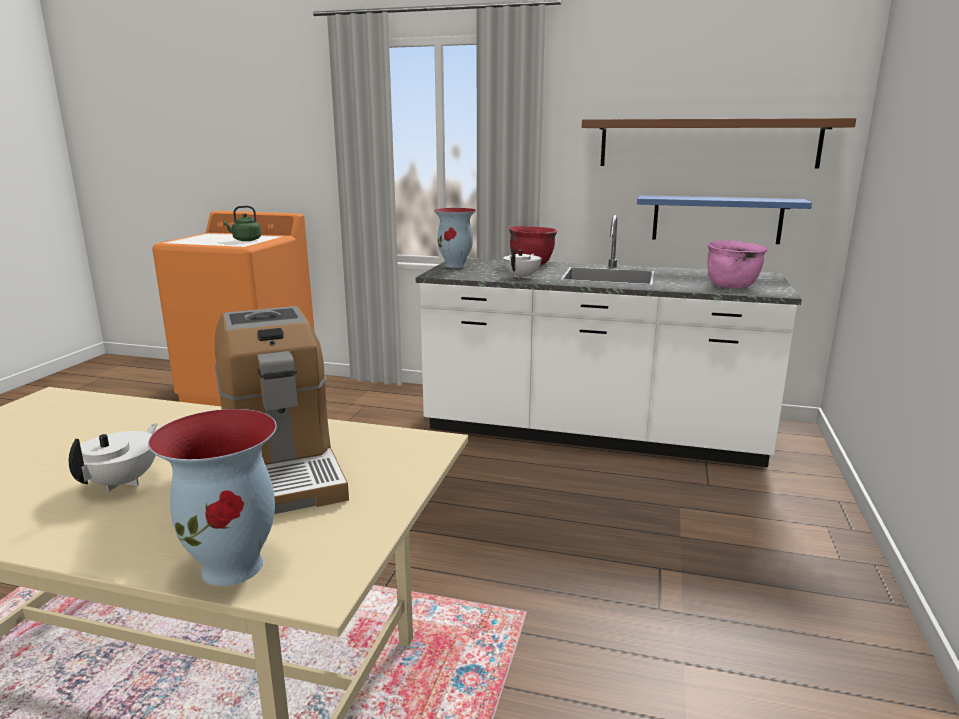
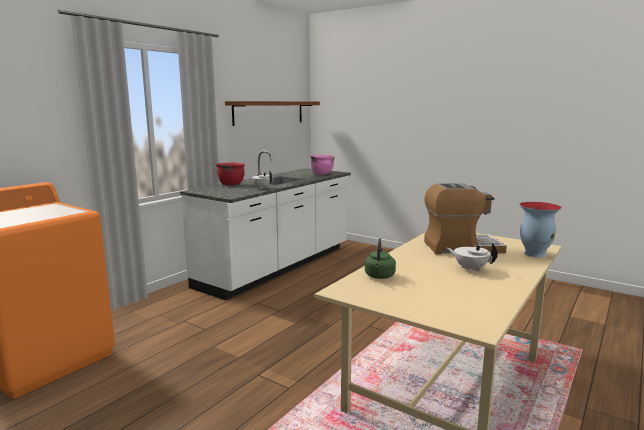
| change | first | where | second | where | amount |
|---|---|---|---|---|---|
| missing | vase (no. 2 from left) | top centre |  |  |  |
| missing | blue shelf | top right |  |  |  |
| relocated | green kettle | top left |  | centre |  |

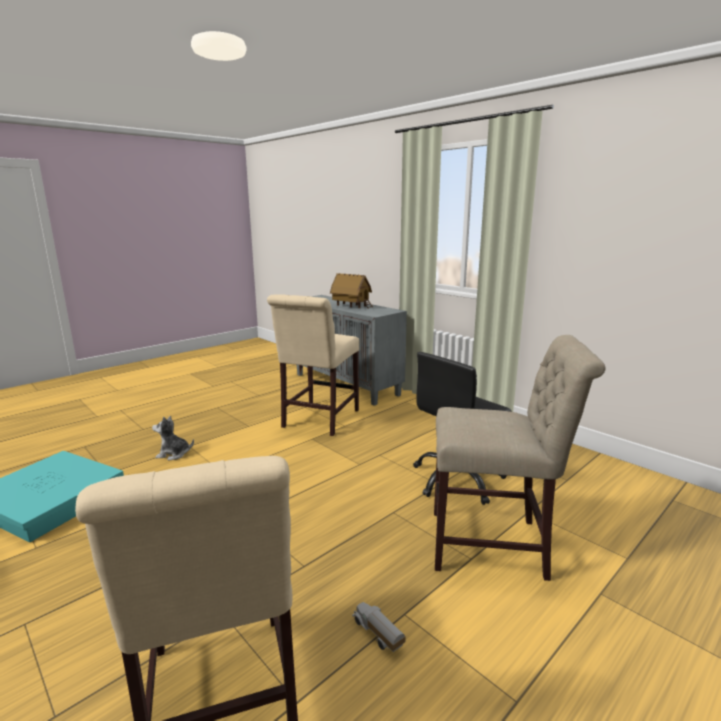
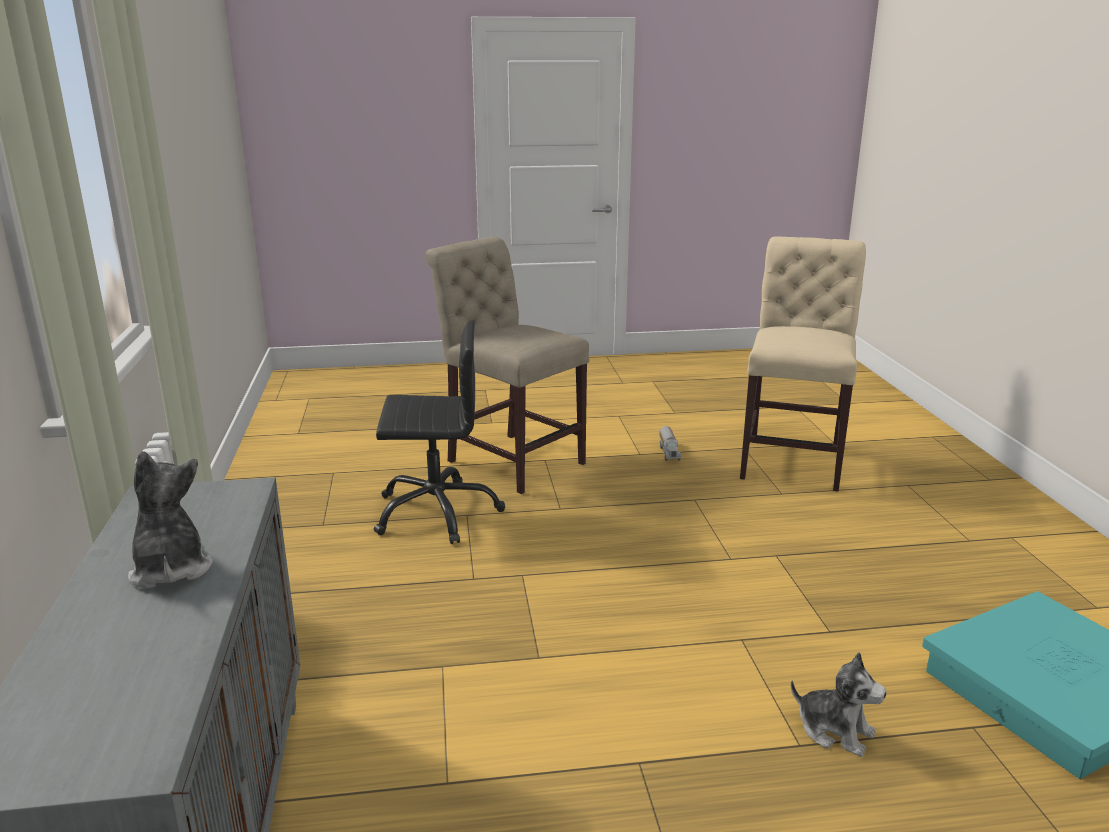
| change | first | where | second | where | amount |
|---|---|---|---|---|---|
| missing | beige chair (no. 2 from left) | centre |  |  |  |
| exchanged | toy house | centre | plush toy (no. 1 from left) | middle left |  |

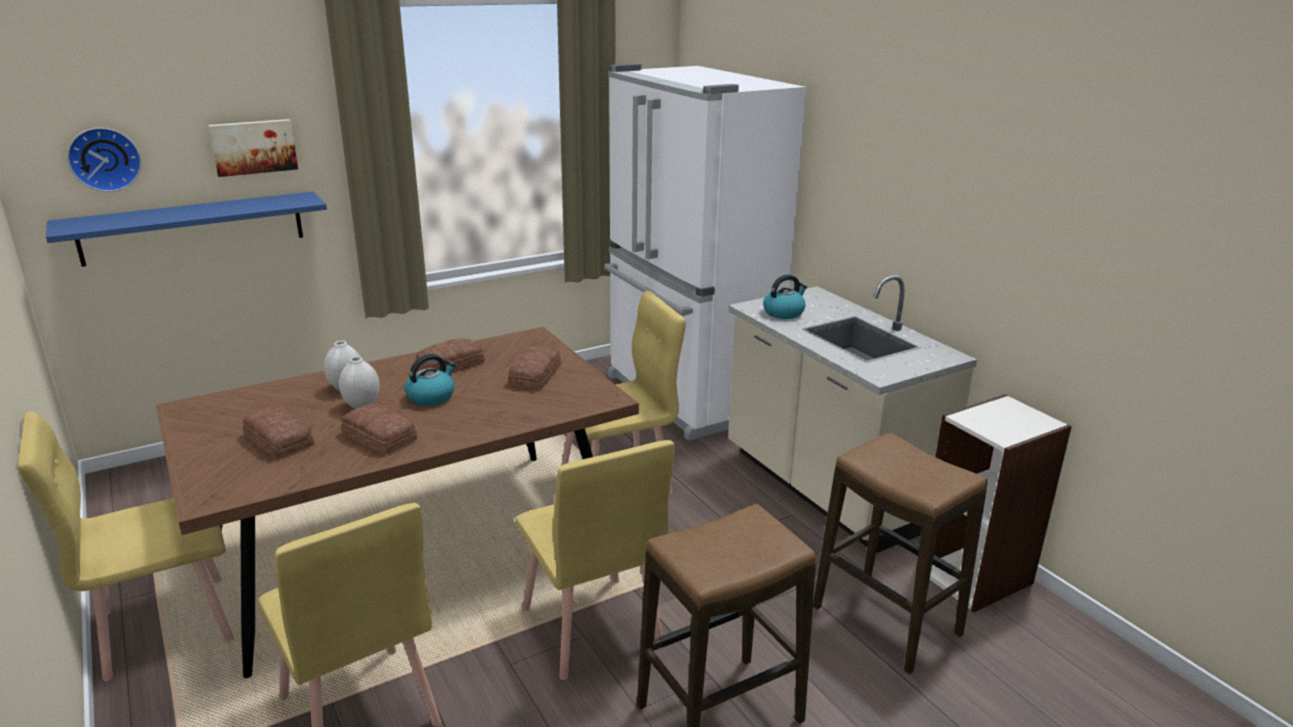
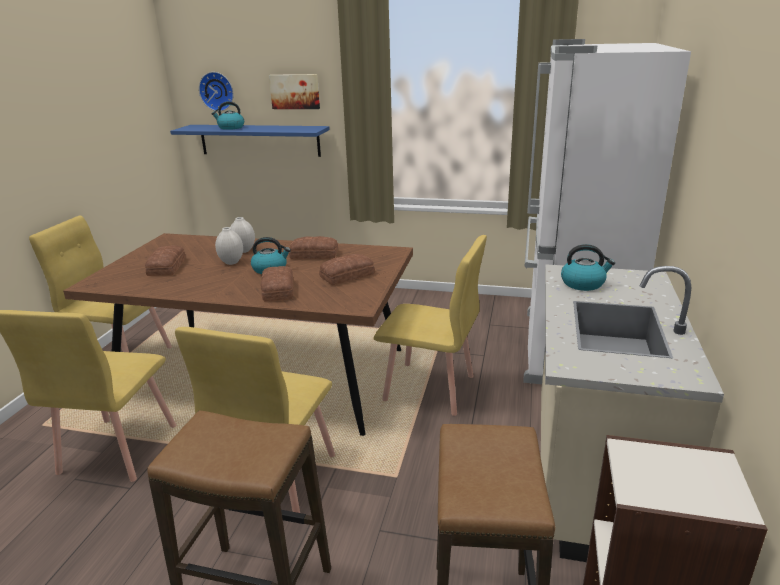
| change | first | where | second | where | amount |
|---|---|---|---|---|---|
| appeared |  |  | kettle (no. 1 from left) | top left |  |
| relocated | bread (no. 2 from left) | middle left |  | centre |  |

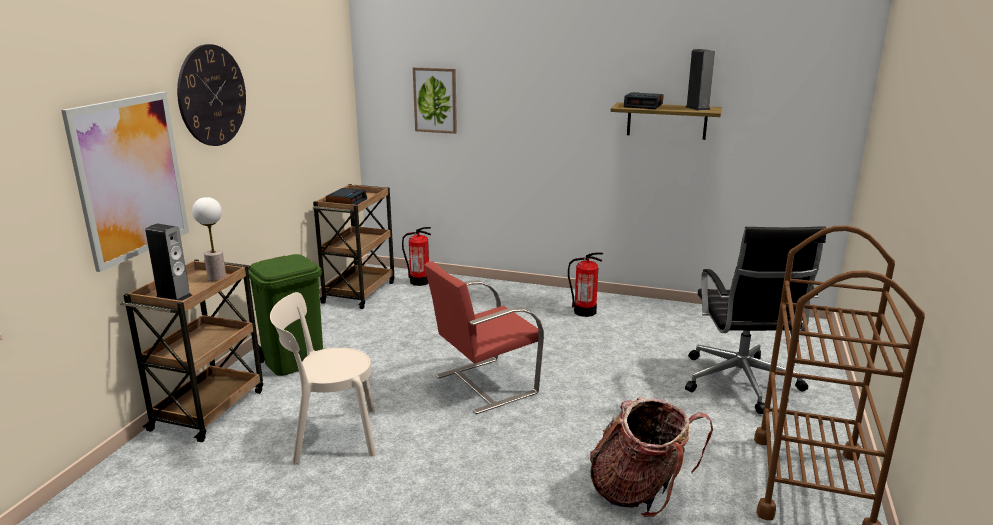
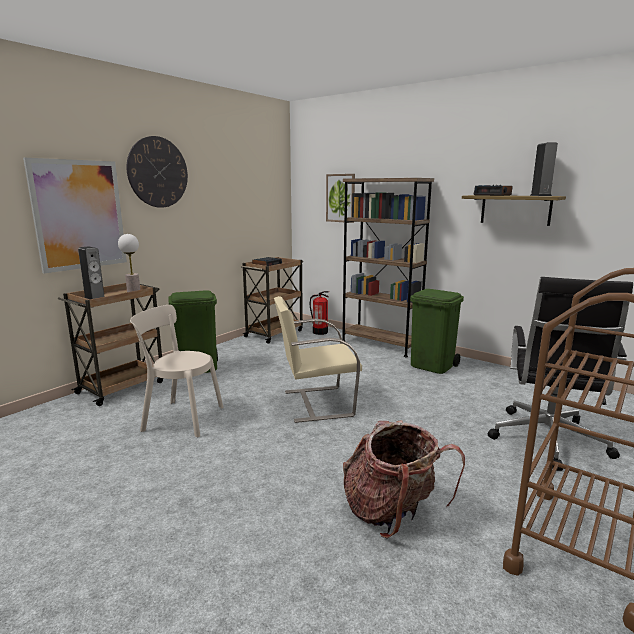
| change | first | where | second | where | amount |
|---|---|---|---|---|---|
| appeared |  |  | brown bookcase | centre |  |
| exchanged | fire extinguisher (no. 2 from left) | centre | green trash can (no. 2 from left) | middle right |  |
| colour | red chair | centre | beige chair (no. 2 from left) | centre |  |

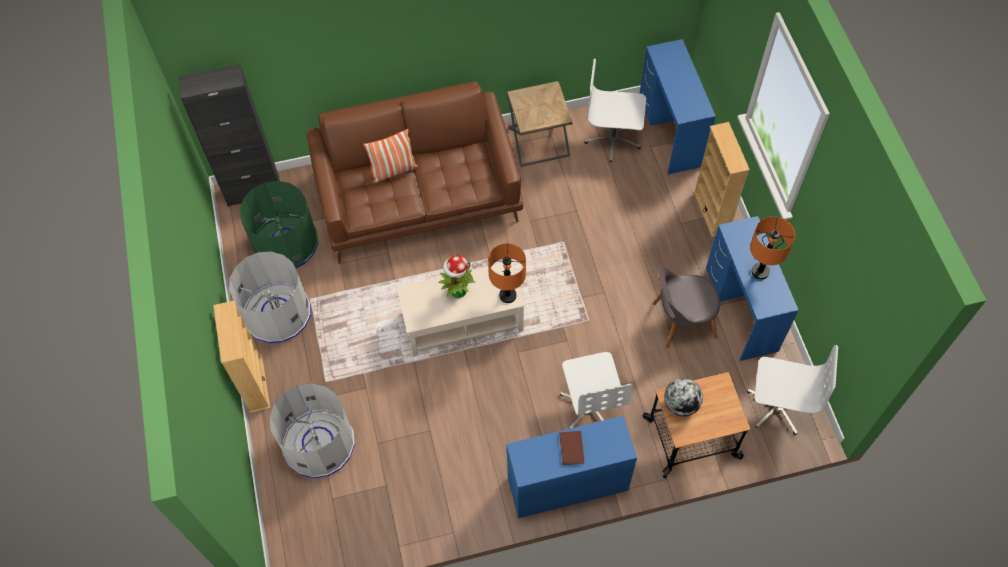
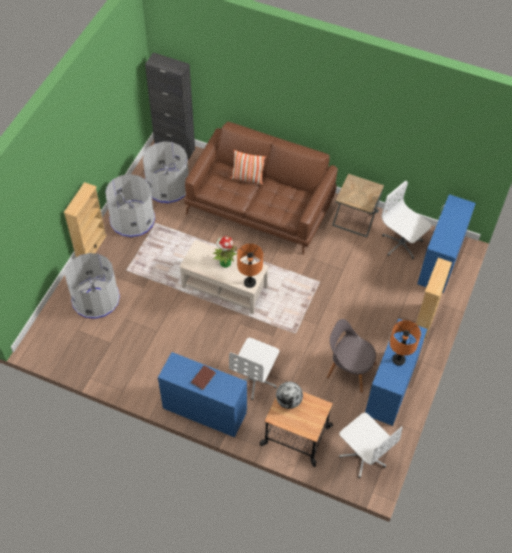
| change | first | where | second | where | amount |
|---|---|---|---|---|---|
| colour | green trash can | middle left | grey trash can (no. 3 from left) | top left |  |

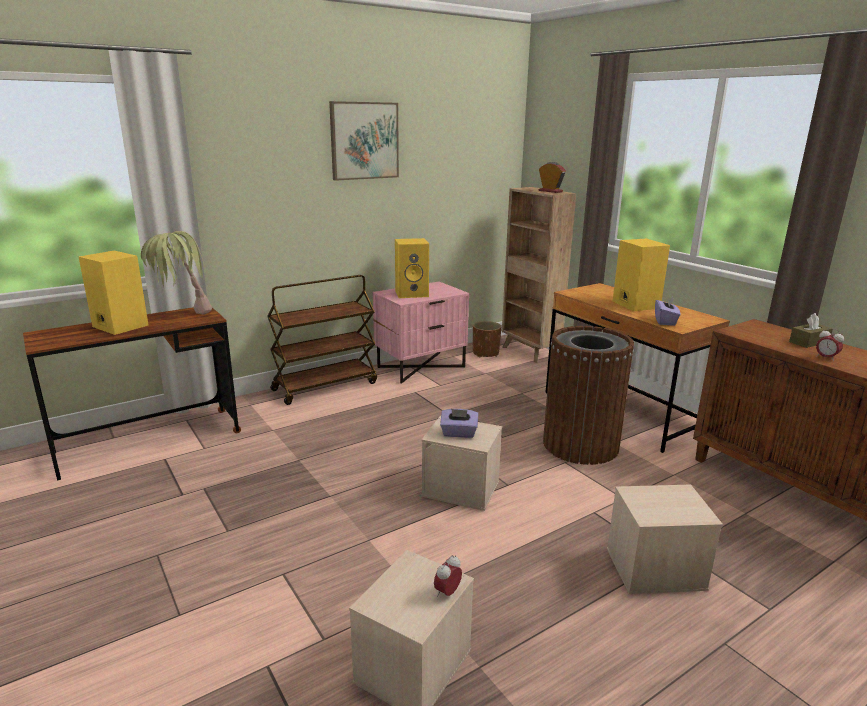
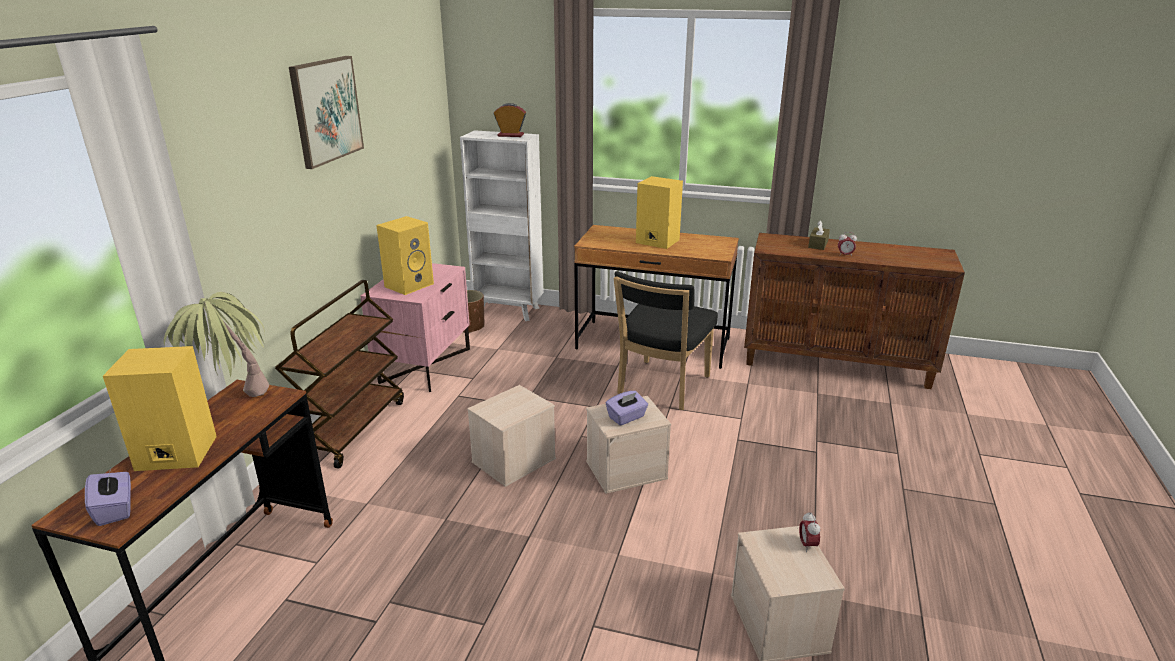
| change | first | where | second | where | amount |
|---|---|---|---|---|---|
| relocated | beige storage box (no. 3 from left in the first image) | bottom right | beige storage box (no. 1 from left) | centre |  |
| relocated | purple tissue box (no. 2 from left in the first image) | middle right | purple tissue box (no. 1 from left) | bottom left |  |
| exchanged | brown trash can | middle right | black chair | centre |  |
| colour | brown bookcase | centre | white bookcase | centre |  |

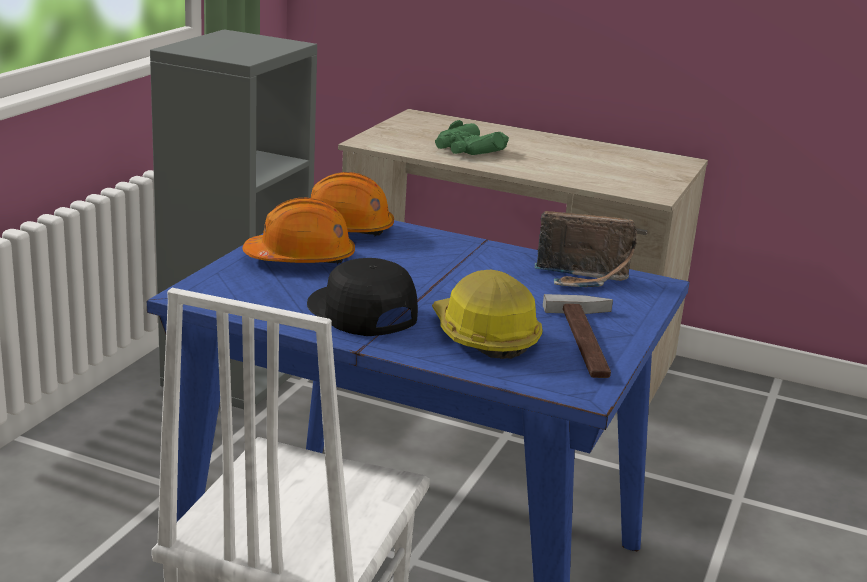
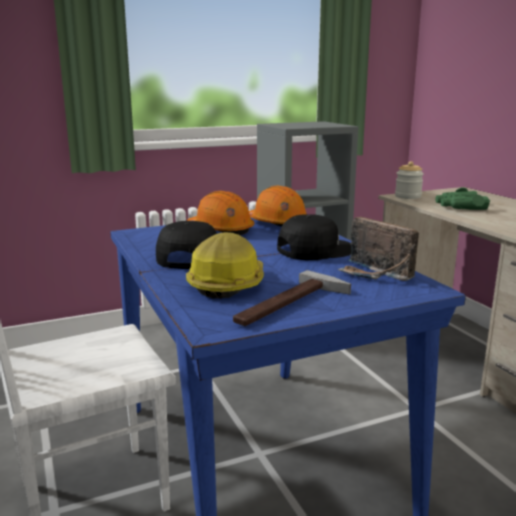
| change | first | where | second | where | amount |
|---|---|---|---|---|---|
| appeared |  |  | black cap (no. 2 from left) | centre |  |
| appeared |  |  | jar | middle right |  |

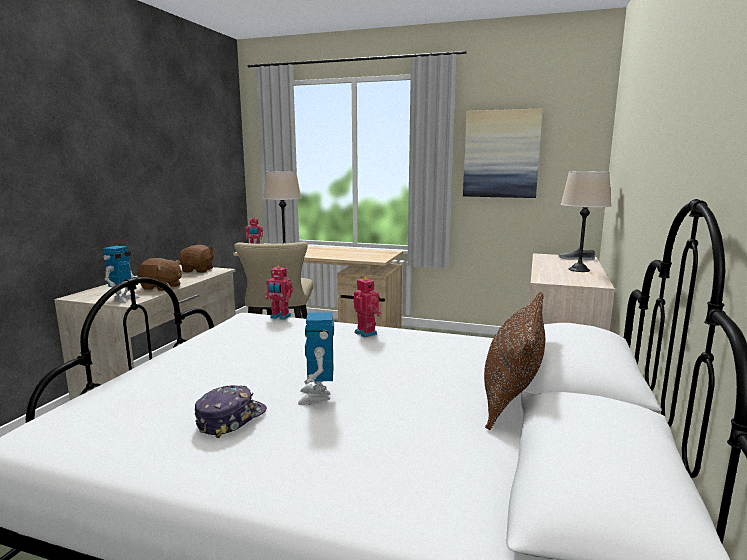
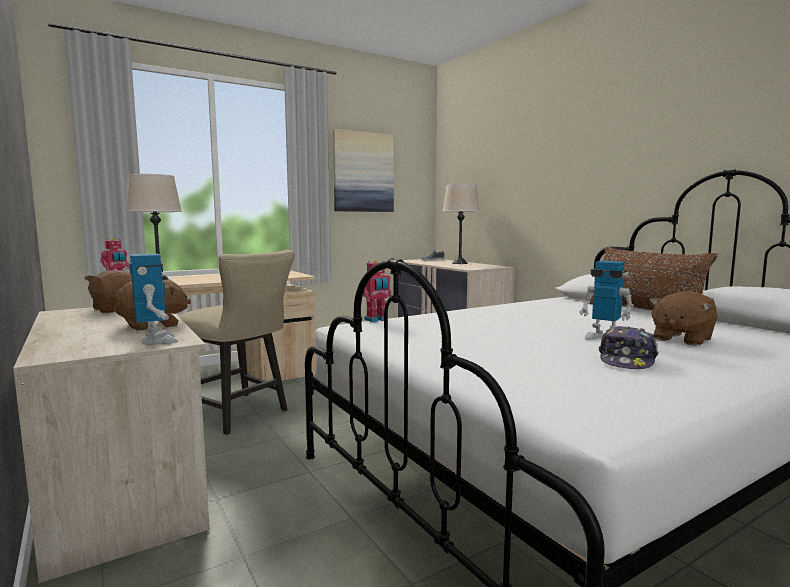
| change | first | where | second | where | amount |
|---|---|---|---|---|---|
| missing | toy robot (no. 5 from left) | centre |  |  |  |
| appeared |  |  | brown plush toy (no. 3 from left) | middle right |  |
| spun | cap | bottom left |  | middle right | 135 degrees counterclockwise |

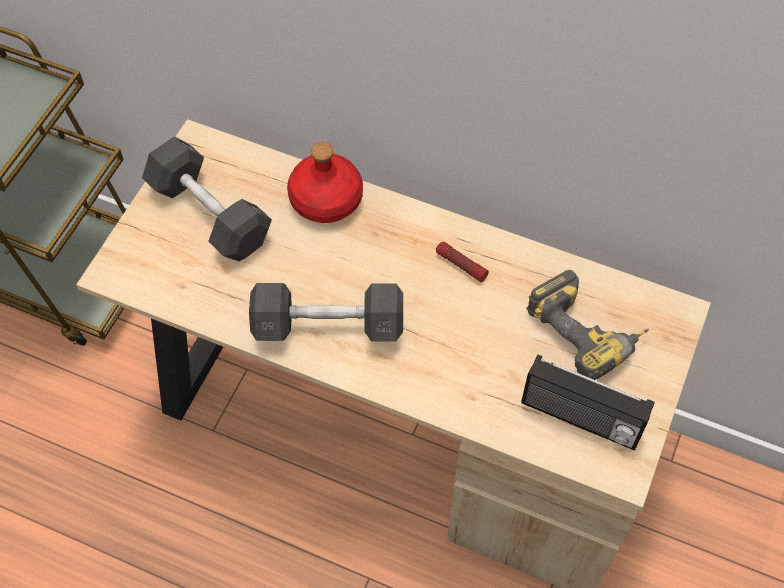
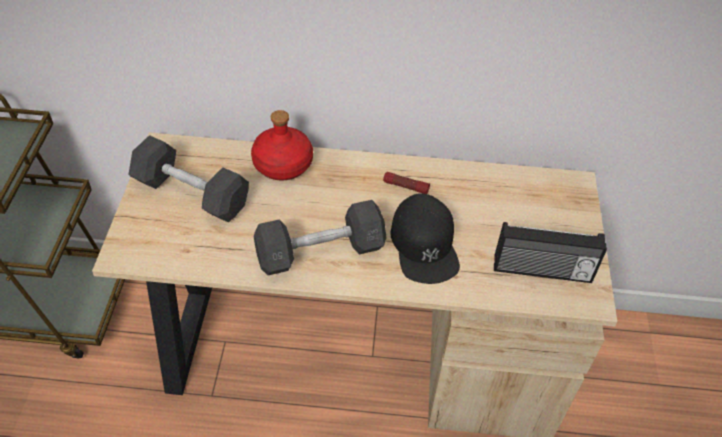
| change | first | where | second | where | amount |
|---|---|---|---|---|---|
| missing | power drill | middle right |  |  |  |
| appeared |  |  | black cap | centre |  |

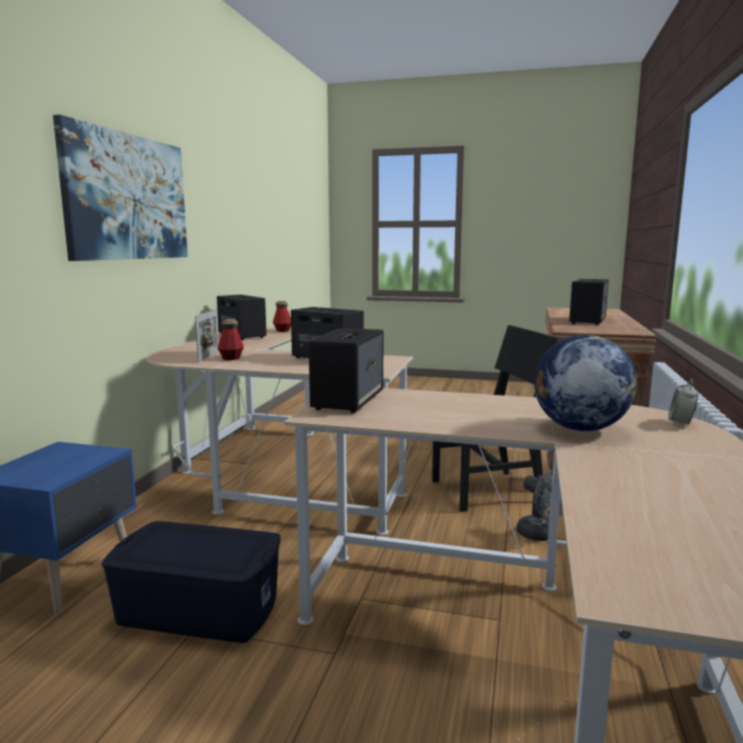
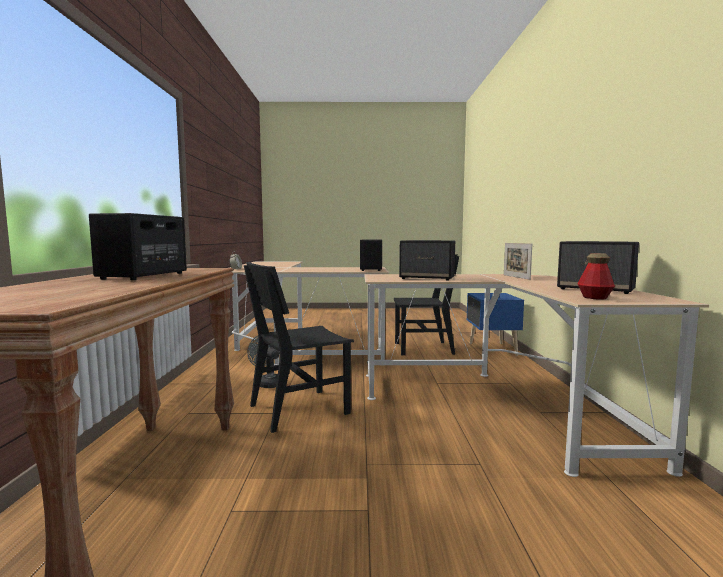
| change | first | where | second | where | amount |
|---|---|---|---|---|---|
| missing | picture | top left |  |  |  |
| missing | bottle (no. 1 from left) | middle left |  |  |  |
| missing | globe | middle right |  |  |  |
| exchanged | blue storage box | bottom left | black chair (no. 2 from left) | centre |  |

